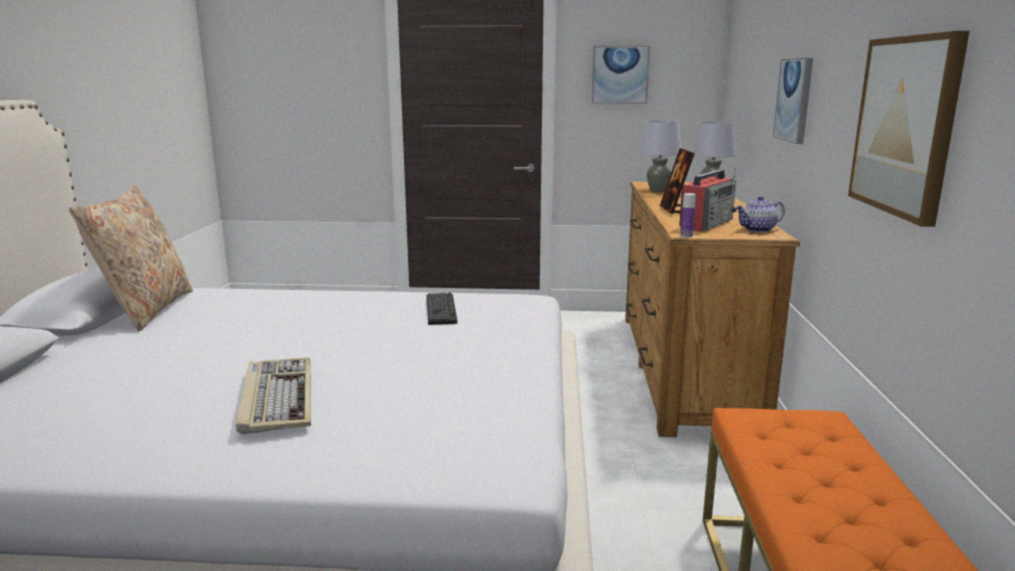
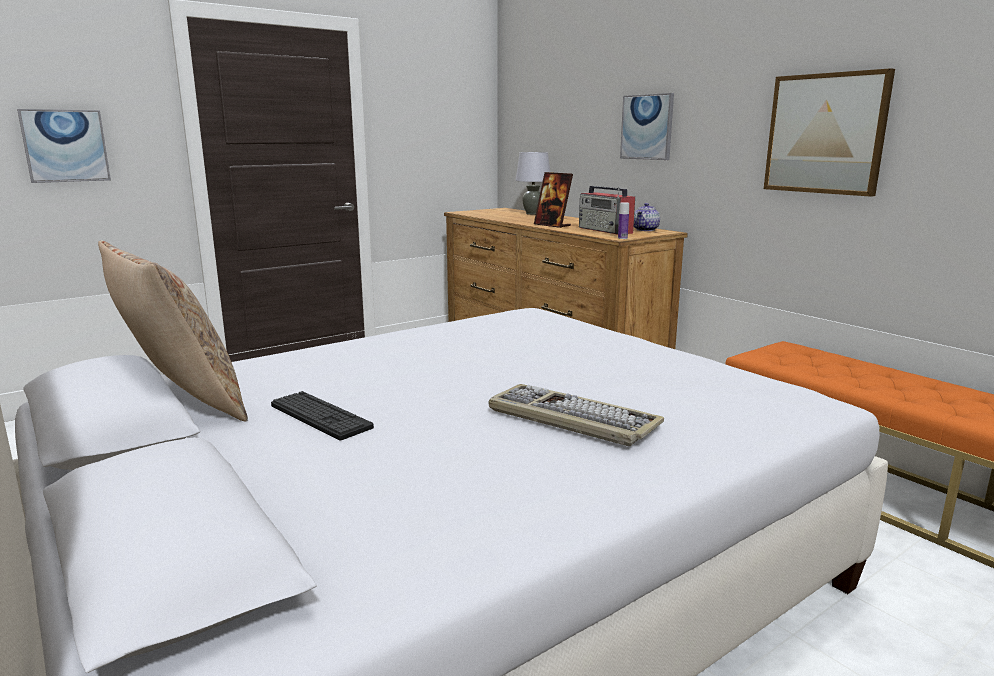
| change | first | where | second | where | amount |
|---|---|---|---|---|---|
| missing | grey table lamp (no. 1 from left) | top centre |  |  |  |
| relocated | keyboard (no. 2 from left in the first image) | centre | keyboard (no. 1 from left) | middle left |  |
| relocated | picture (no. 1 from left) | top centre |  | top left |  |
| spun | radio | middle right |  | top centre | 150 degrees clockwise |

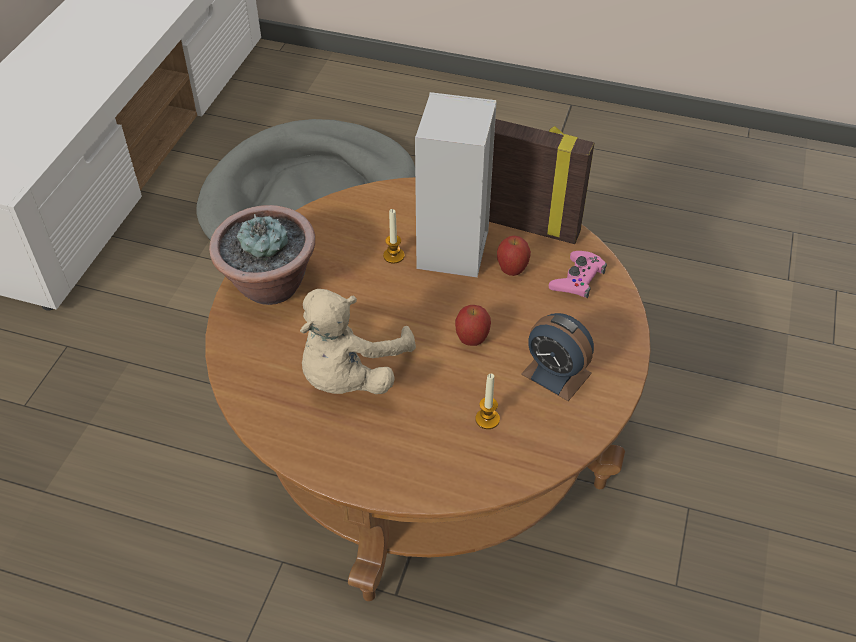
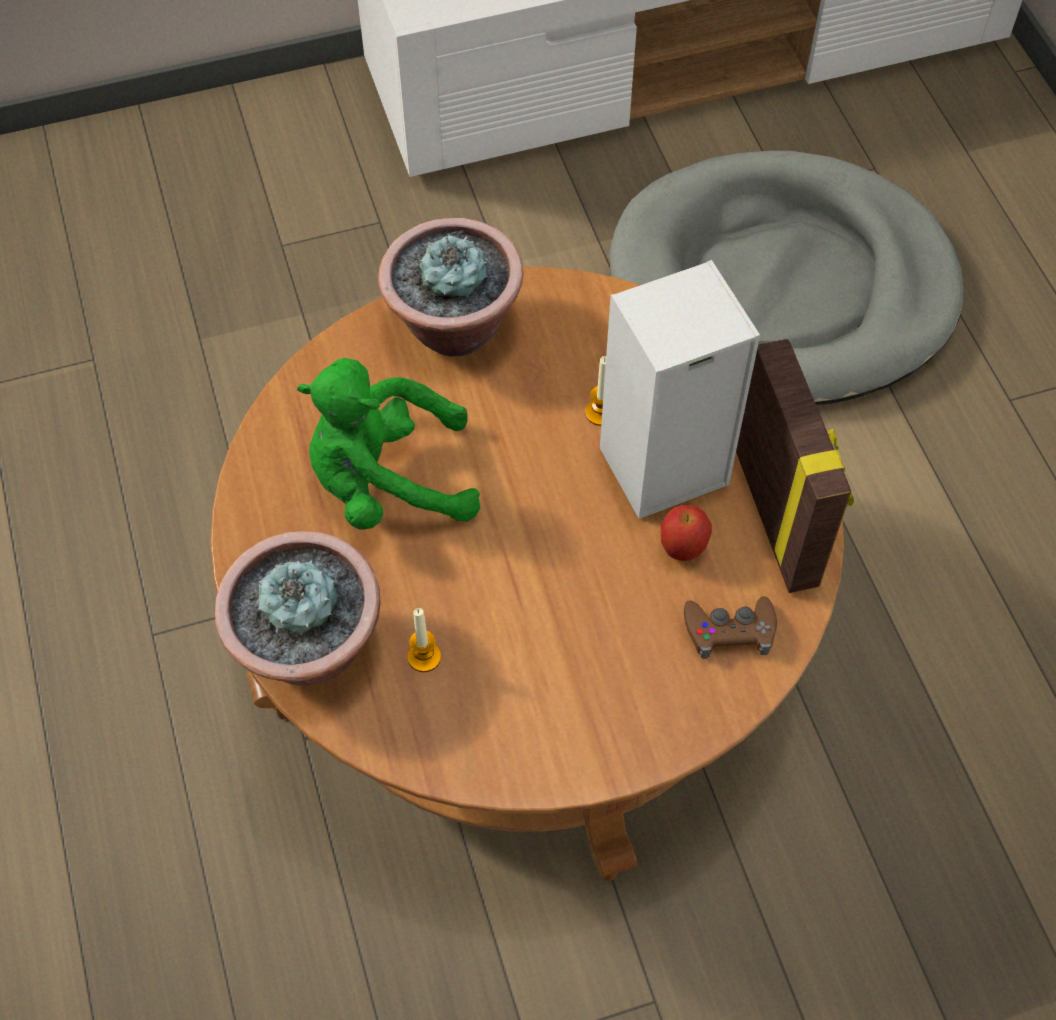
| change | first | where | second | where | amount |
|---|---|---|---|---|---|
| missing | apple (no. 1 from left) | centre |  |  |  |
| missing | alarm clock | centre |  |  |  |
| appeared |  |  | potted plant (no. 1 from left) | middle left |  |
| colour | beige plush toy | centre | green plush toy | centre |  |
| colour | pink game controller | middle right | brown game controller | middle right |  |

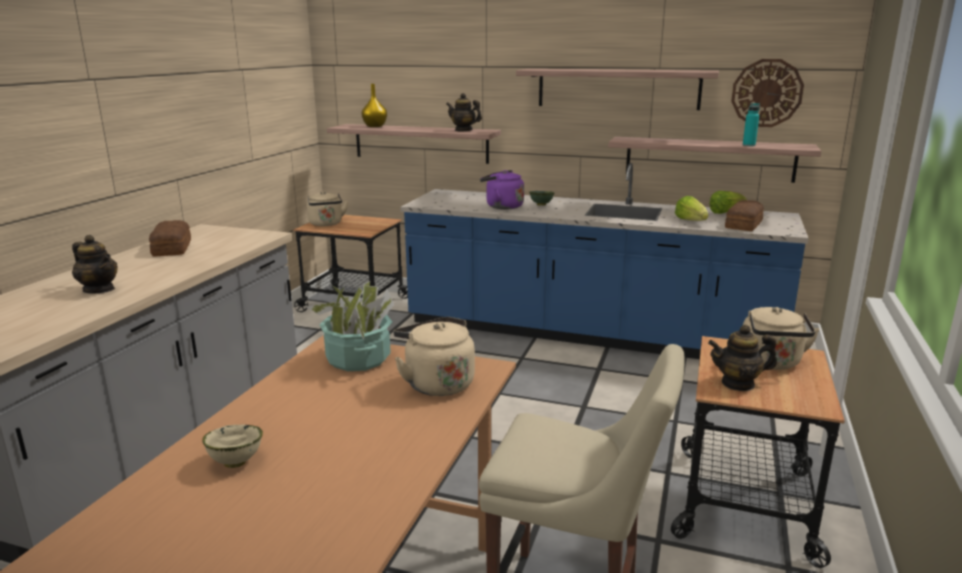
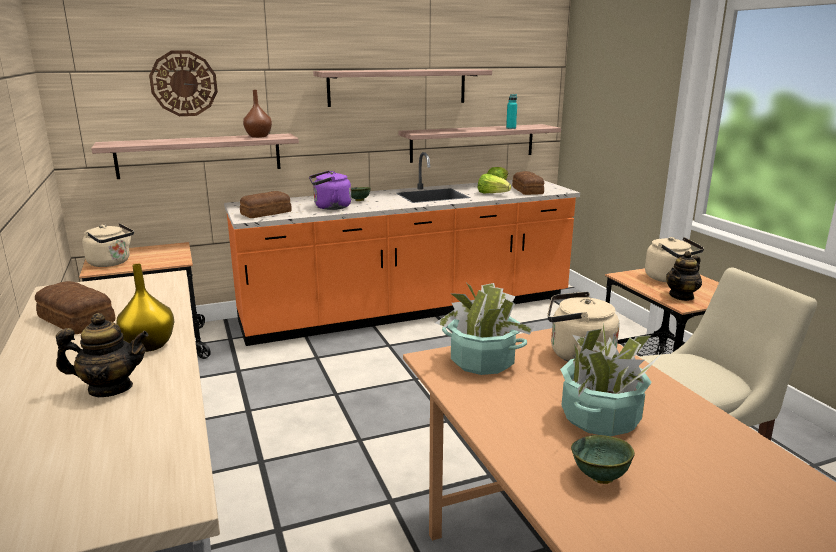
| change | first | where | second | where | amount |
|---|---|---|---|---|---|
| appeared |  |  | bread (no. 2 from left) | middle left |  |
| appeared |  |  | potted plant (no. 2 from left) | bottom right |  |
| relocated | yellow vase | top centre |  | middle left |  |
| relocated | wall clock | top right |  | top left |  |
| exchanged | teapot (no. 2 from left) | top centre | brown vase | top left |  |
| colour | beige bowl | bottom left | green bowl (no. 2 from left) | bottom right |  |
| colour | blue counter | centre | orange counter | centre |  |

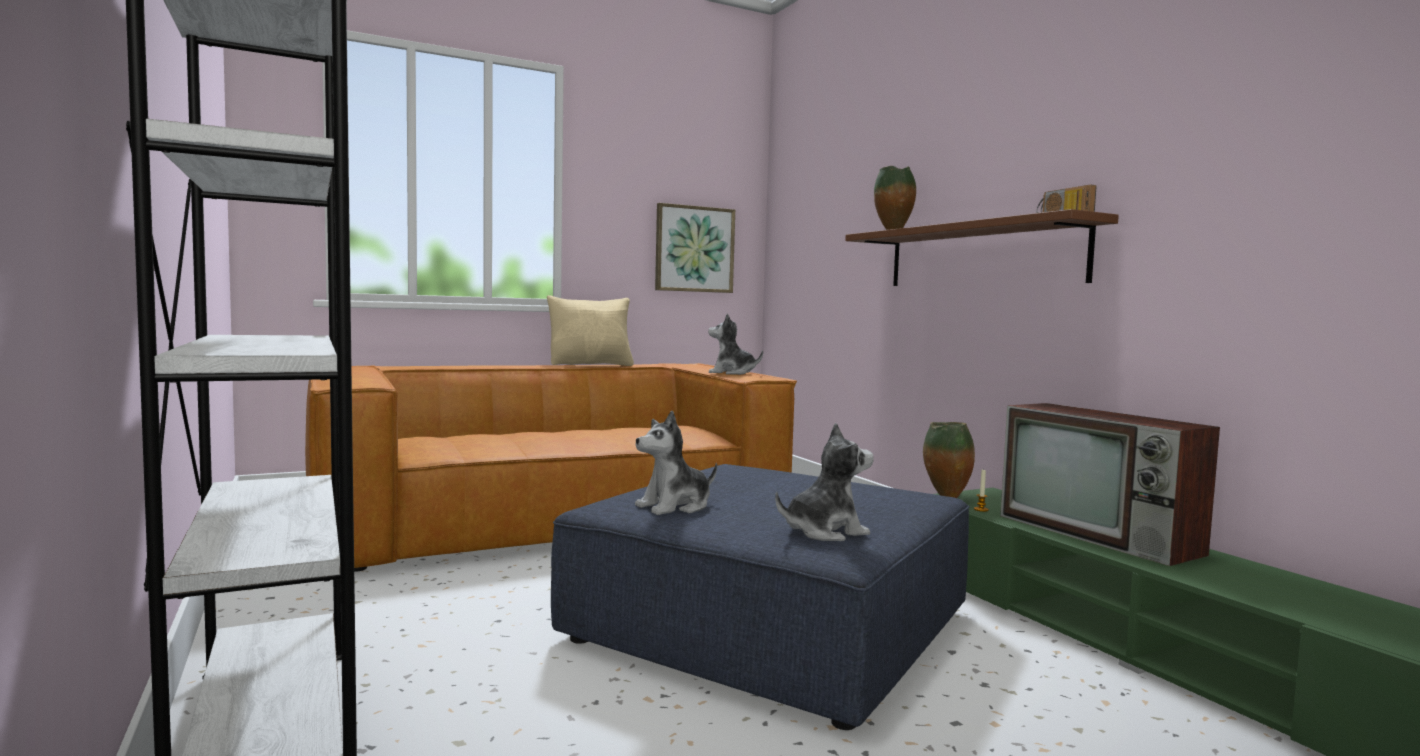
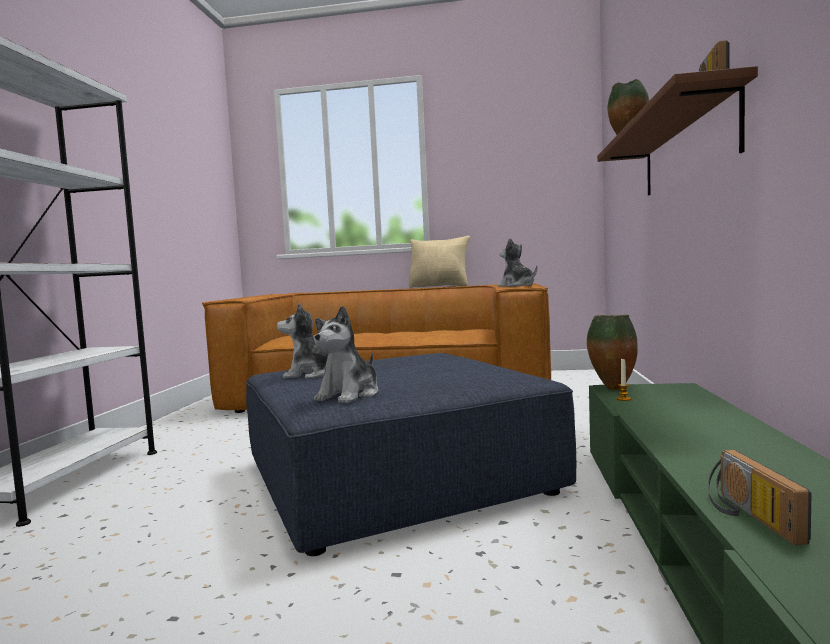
| change | first | where | second | where | amount |
|---|---|---|---|---|---|
| missing | picture | top centre |  |  |  |
| missing | television | middle right |  |  |  |
| appeared |  |  | radio (no. 2 from left) | bottom right |  |
| spun | plush toy (no. 3 from left in the first image) | centre | plush toy (no. 2 from left) | centre | 105 degrees clockwise |

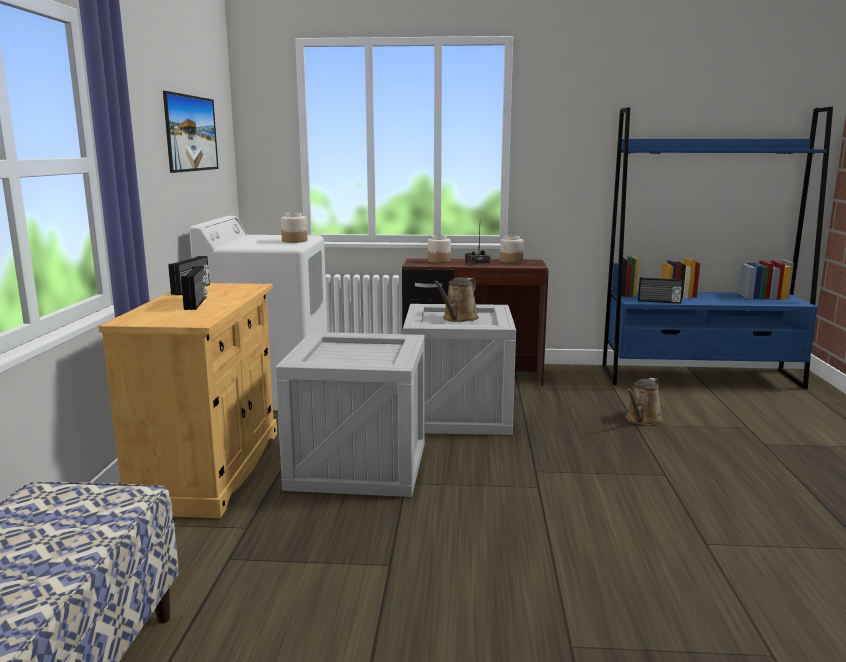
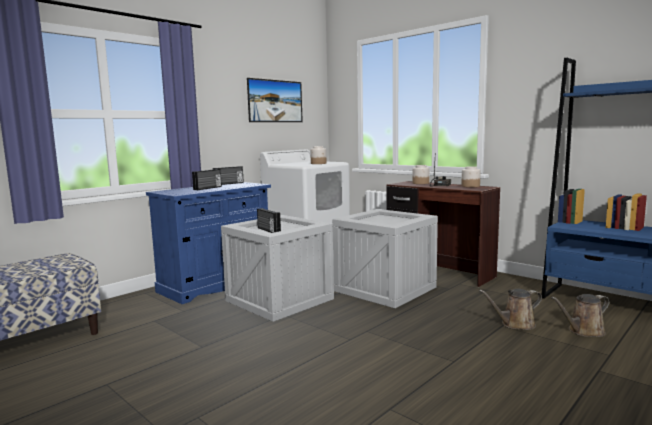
| change | first | where | second | where | amount |
|---|---|---|---|---|---|
| relocated | brown watering can (no. 1 from left in the first image) | centre | brown watering can (no. 2 from left) | bottom right |  |
| relocated | radio (no. 4 from left in the first image) | middle right | radio (no. 3 from left) | centre |  |
| colour | beige cabinet | middle left | blue cabinet | middle left |  |

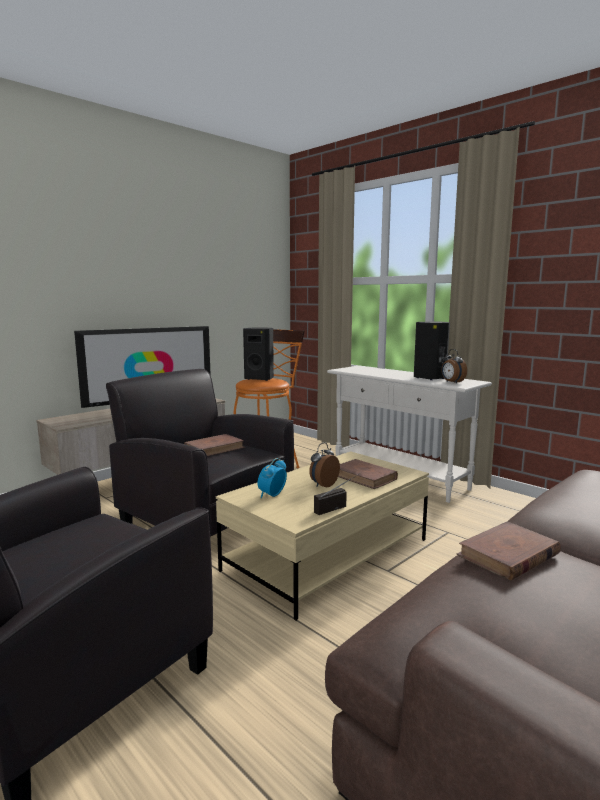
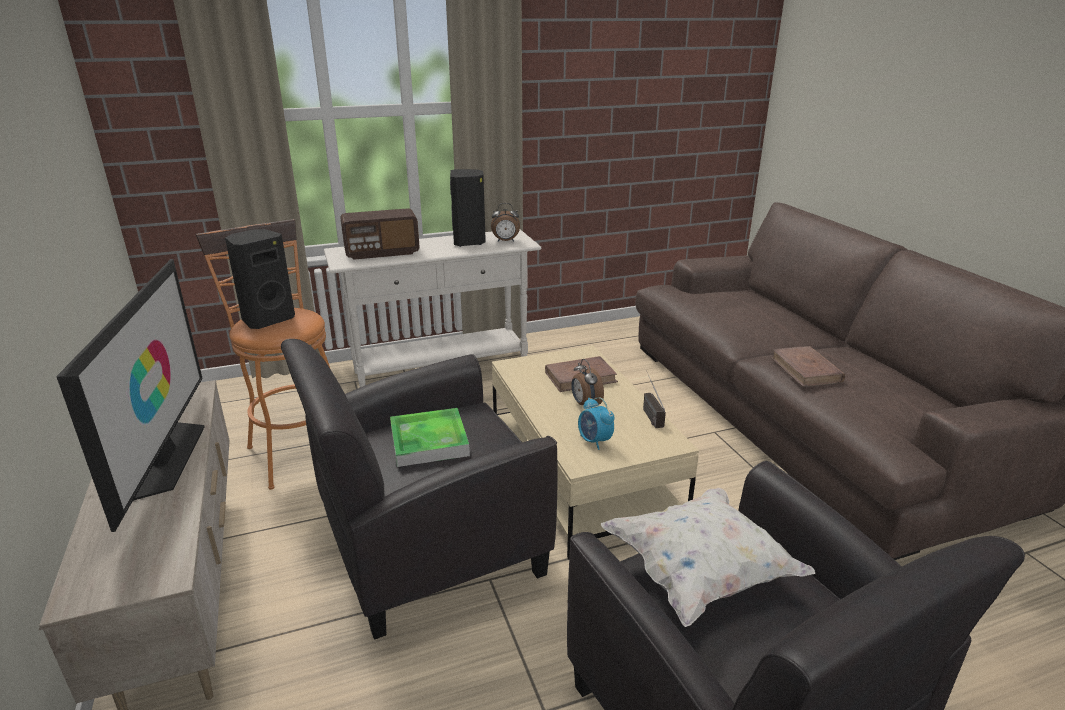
| change | first | where | second | where | amount |
|---|---|---|---|---|---|
| appeared |  |  | radio (no. 1 from left) | top centre |  |
| appeared |  |  | white pillow | bottom centre |  |
| exchanged | brown book (no. 1 from left) | centre | tray | centre |  |

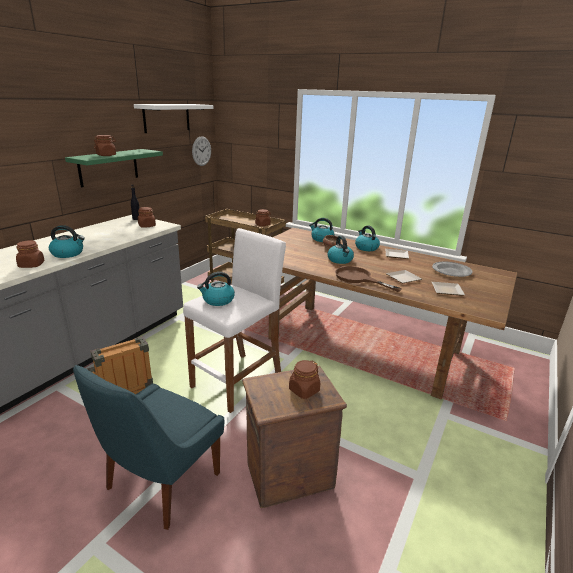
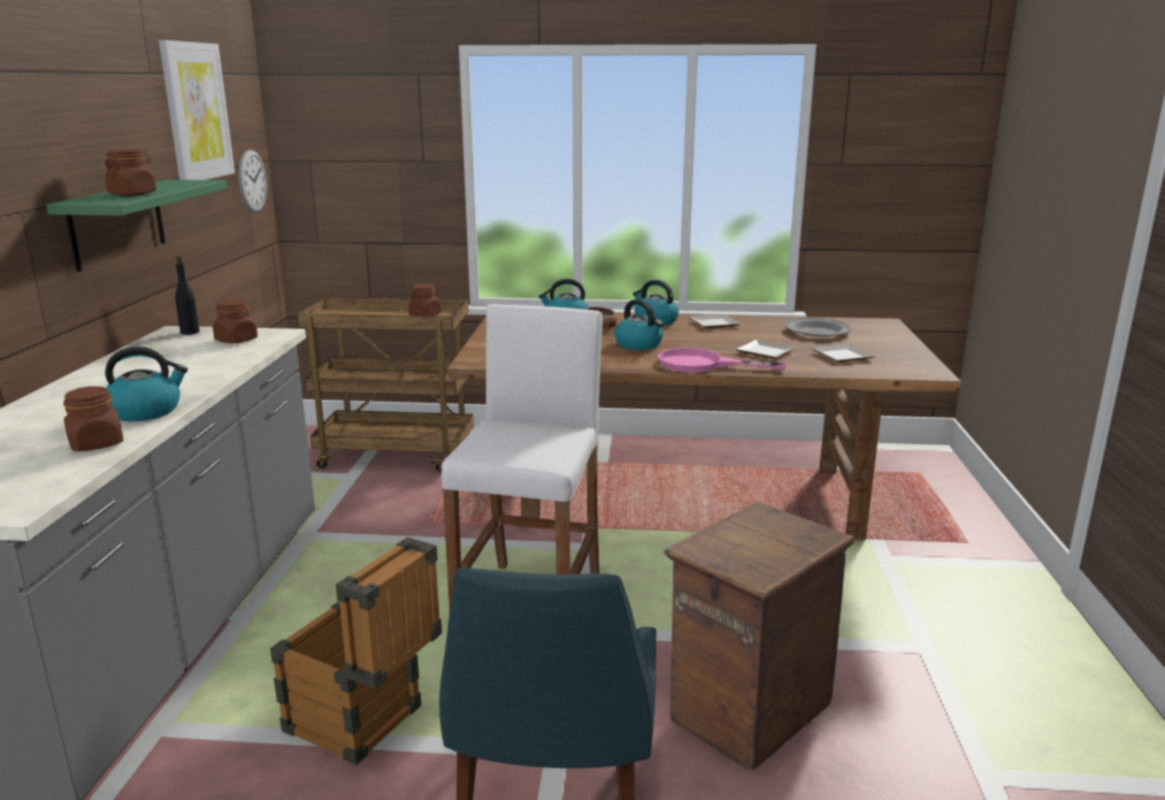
| change | first | where | second | where | amount |
|---|---|---|---|---|---|
| missing | kettle (no. 2 from left) | centre |  |  |  |
| missing | brown jar (no. 5 from left) | centre |  |  |  |
| exchanged | white shelf | top left | picture | top left |  |
| colour | brown frying pan | centre | pink frying pan | centre |  |

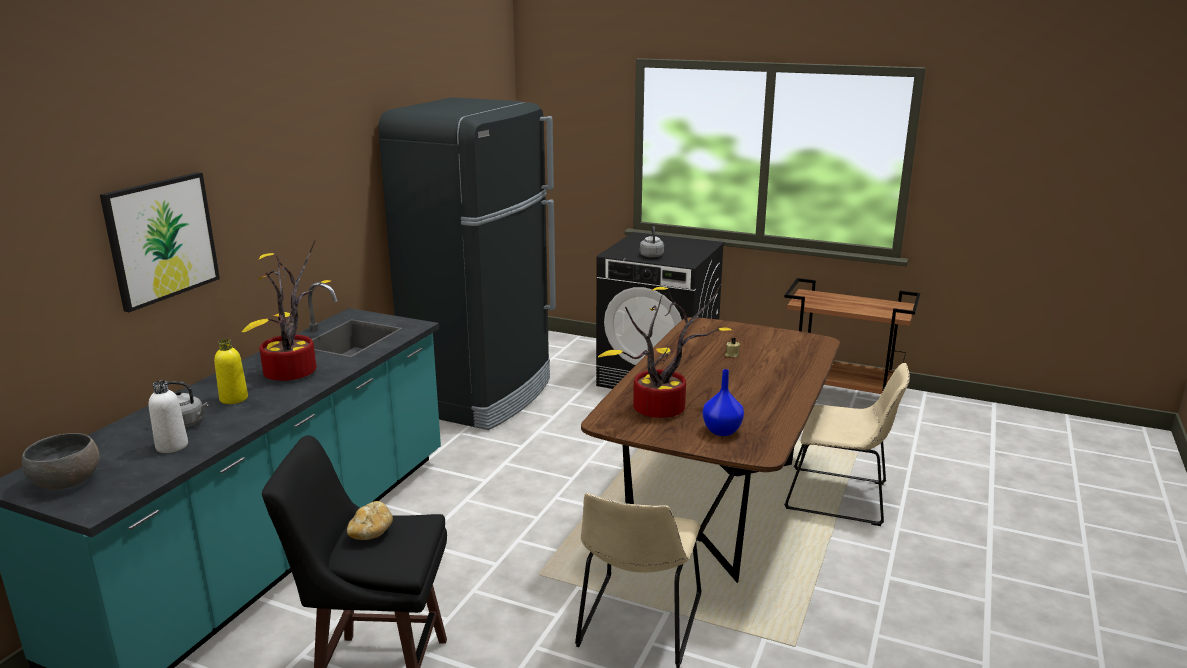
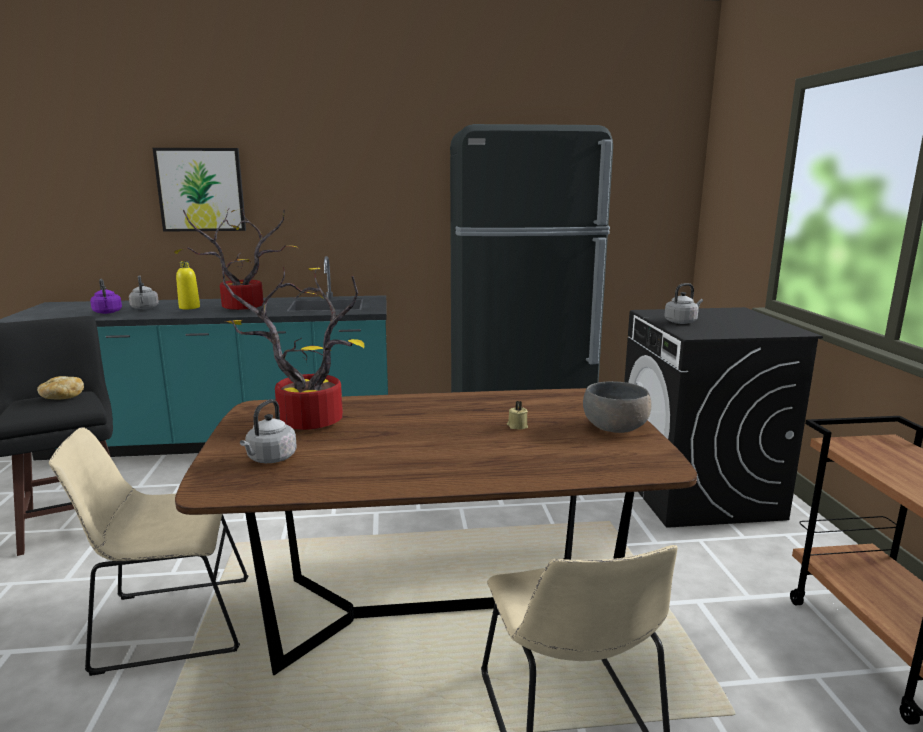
| change | first | where | second | where | amount |
|---|---|---|---|---|---|
| relocated | grey bowl | bottom left |  | middle right |  |
| exchanged | white bottle | middle left | purple kettle | middle left |  |
| exchanged | blue vase | centre | grey kettle (no. 2 from left) | middle left |  |

